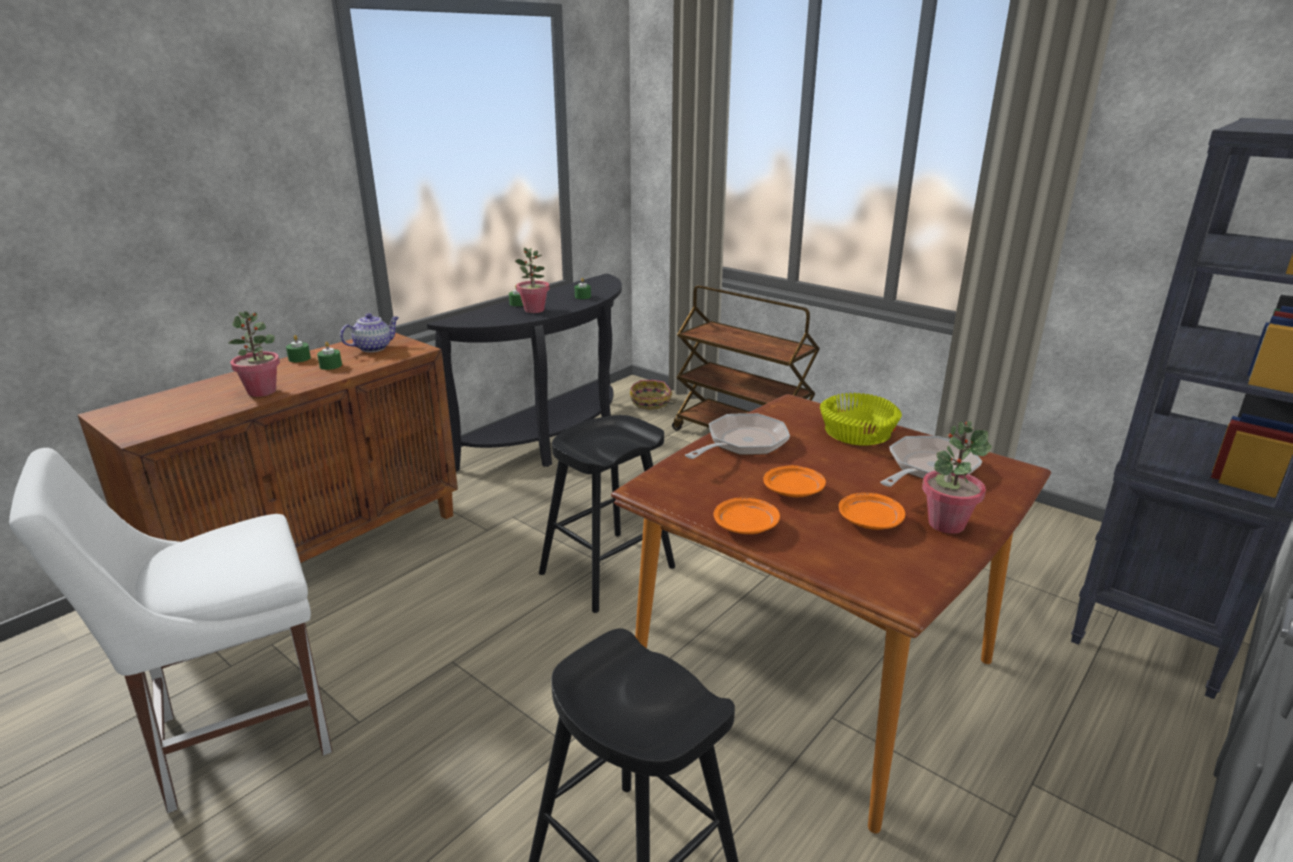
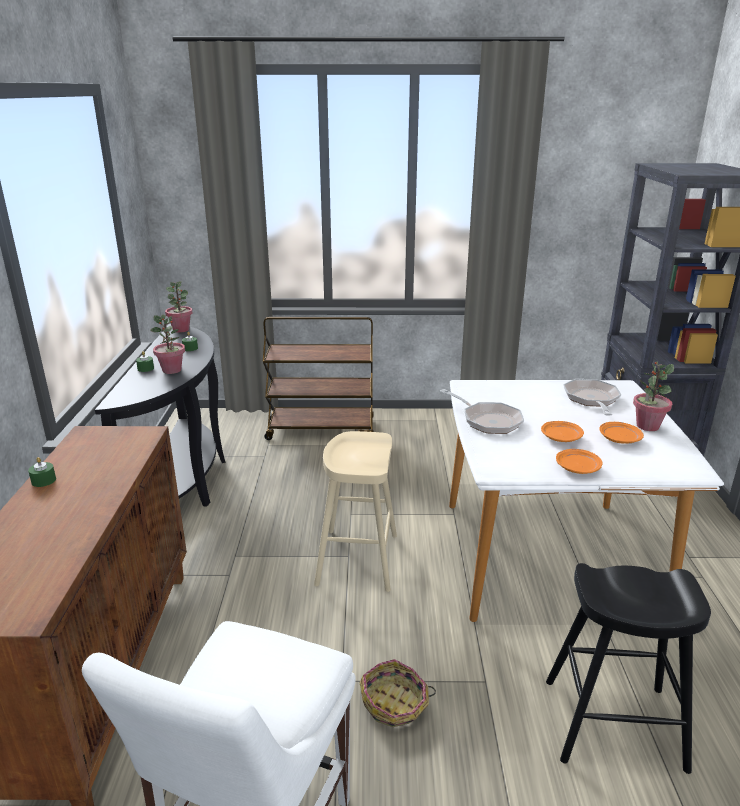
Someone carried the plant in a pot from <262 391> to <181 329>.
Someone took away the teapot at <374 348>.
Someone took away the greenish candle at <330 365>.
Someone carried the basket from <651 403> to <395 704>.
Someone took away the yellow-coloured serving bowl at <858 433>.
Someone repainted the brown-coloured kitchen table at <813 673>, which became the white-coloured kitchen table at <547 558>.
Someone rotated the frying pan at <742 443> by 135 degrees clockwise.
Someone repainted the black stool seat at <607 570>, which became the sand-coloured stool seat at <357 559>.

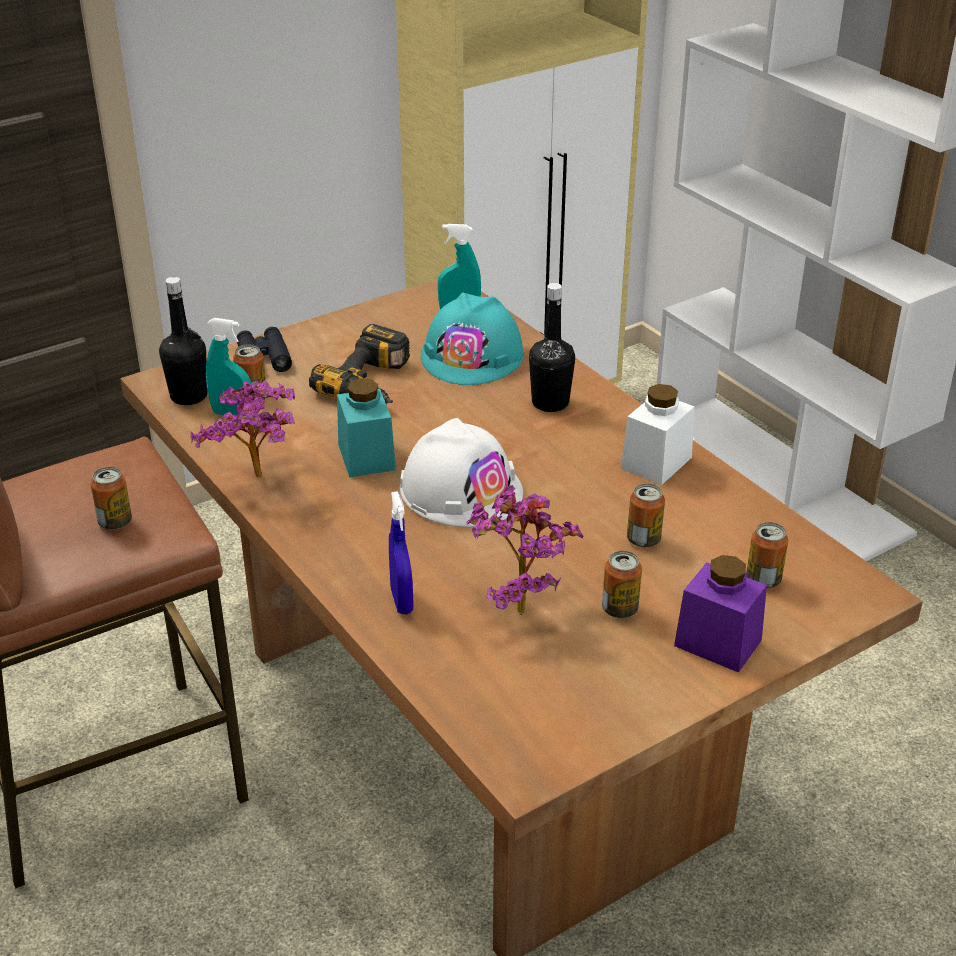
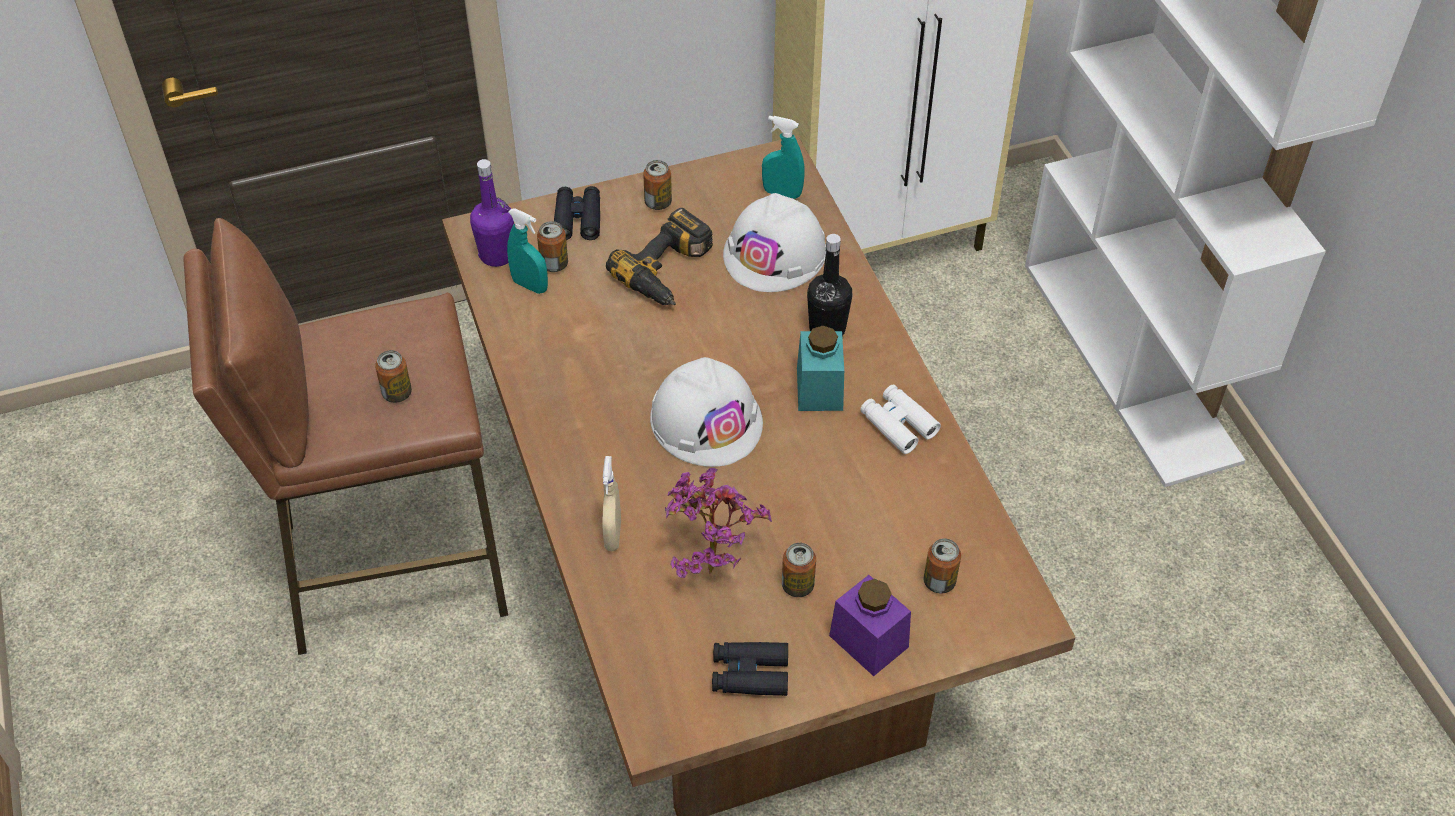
Someone repainted the black bottle at <189 396>, which became the purplish bottle at <497 255>.
Someone repainted the turquoise hard hat at <473 356>, which became the white-coloured hard hat at <775 253>.
Someone carried the turquoise preserve jar from <366 457> to <819 389>.
Someone took away the plant in a pot at <259 480>.
Someone swapped the white-coloured preserve jar at <656 463> for the white-coloured pair of binoculars at <898 424>.
Someone carried the metal can from <643 539> to <658 202>.
Someone repainted the blue-coloured sprayer at <401 601>, which became the sand-coloured sprayer at <613 535>.
Someone put down the black pair of binoculars at <750 674>.

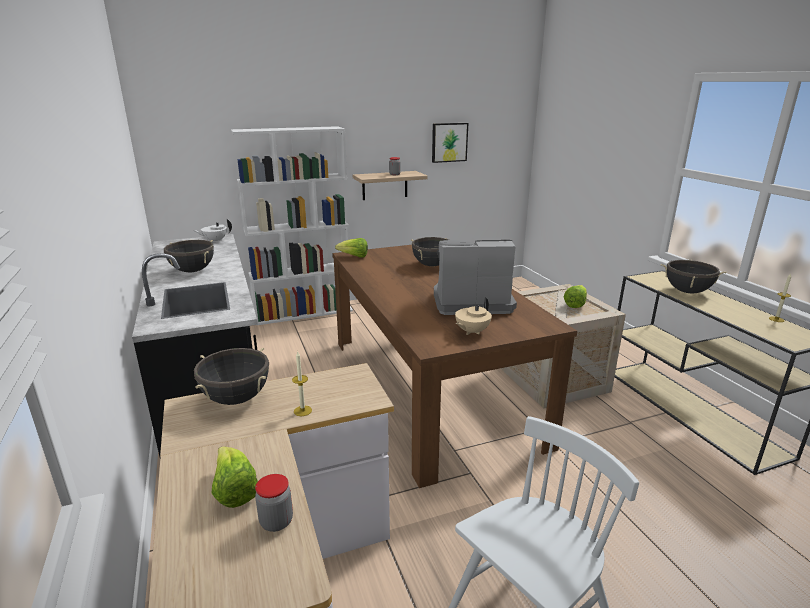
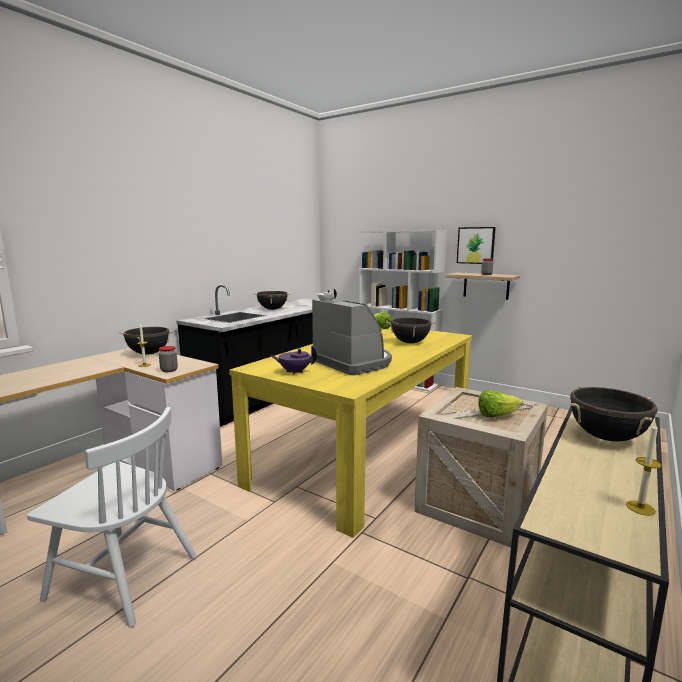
Someone carried the wall picture from <449 142> to <476 245>.
Someone repainted the brown-coloured kitchen table at <430 388>, which became the yellow-coloured kitchen table at <367 451>.
Someone repainted the sand-coloured teapot at <471 332>, which became the purplish teapot at <294 372>.
Someone took away the lettuce at <234 491>.
Someone carried the preserve jar from <276 522> to <169 370>.

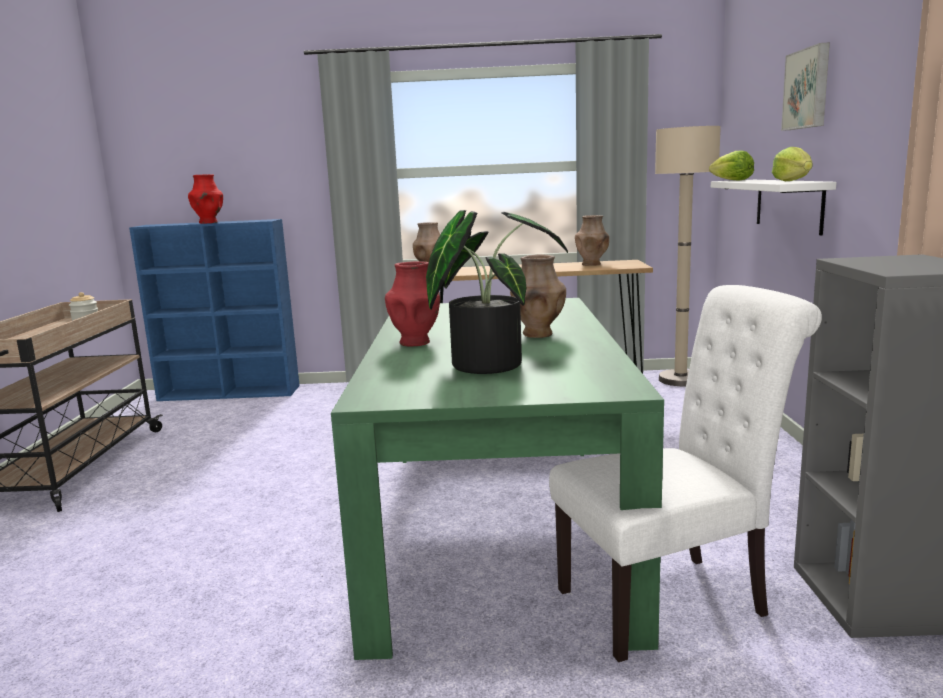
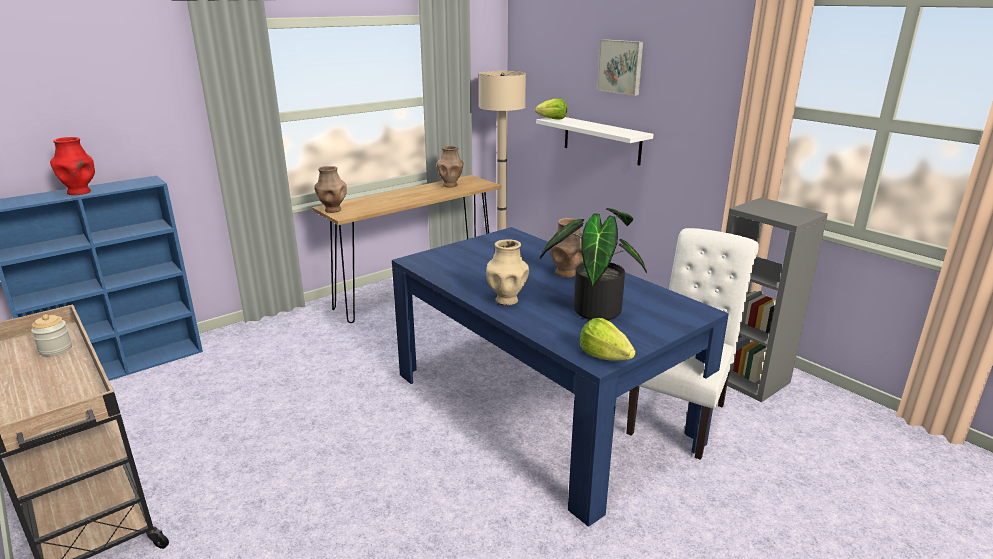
Someone carried the lettuce from <792 181> to <604 356>.
Someone repainted the reddish decorative vase at <415 342>, which became the sand-coloured decorative vase at <507 300>.
Someone repainted the greenish kitchen table at <496 524>, which became the blue-coloured kitchen table at <540 407>.

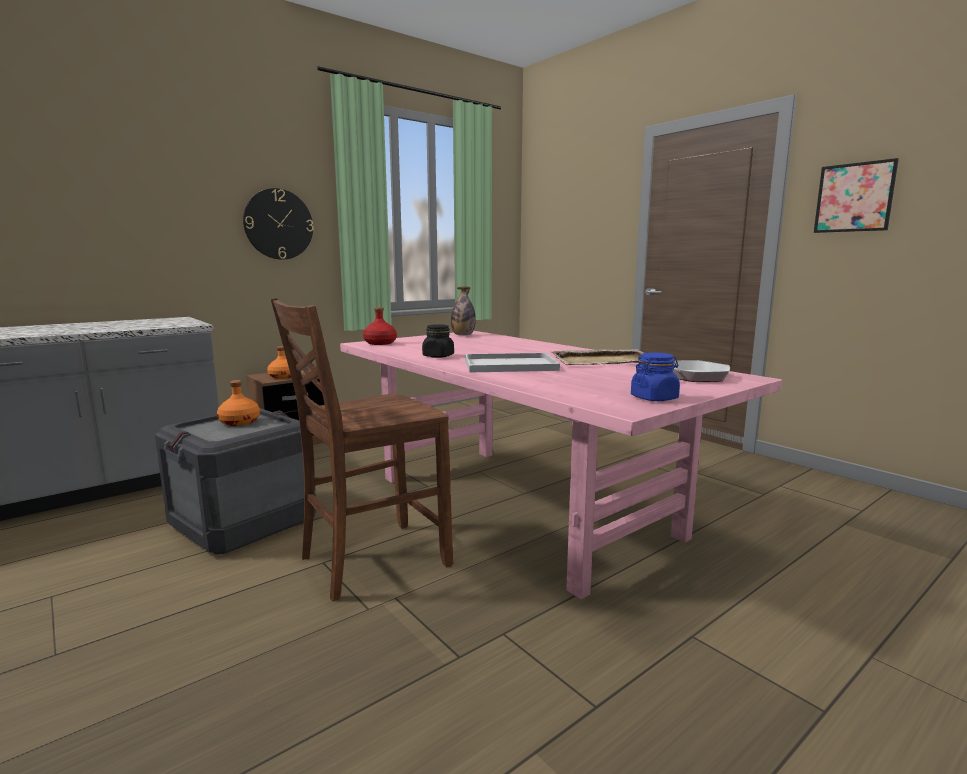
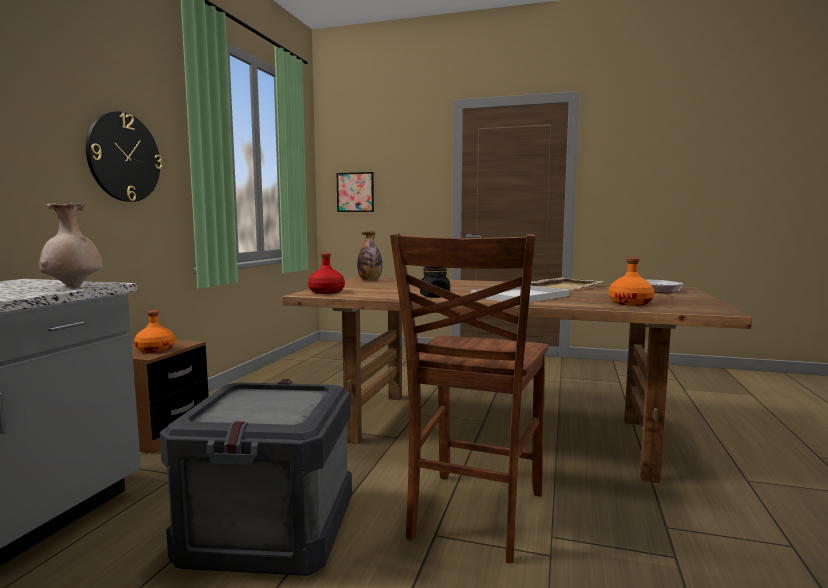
Someone carried the wall picture from <854 197> to <355 192>.
Someone repainted the pinkish kitchen table at <517 504>, which became the brown-coloured kitchen table at <496 431>.
Someone took away the blue-coloured preserve jar at <654 398>.
Someone carried the orange bottle from <240 422> to <630 303>.
Someone put down the sand-coloured decorative vase at <73 287>.

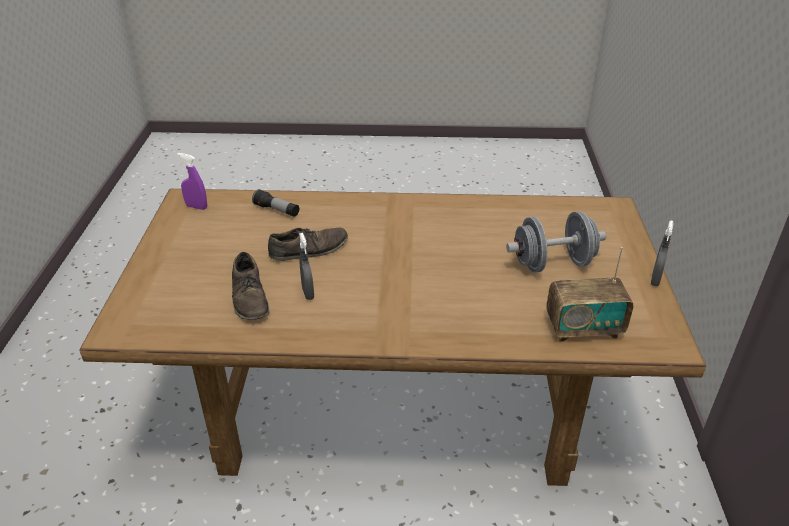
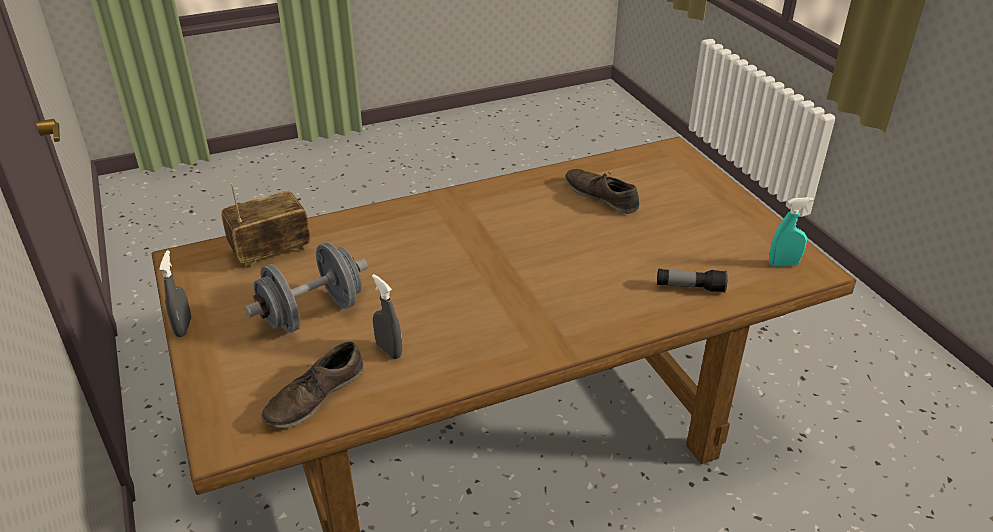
Someone repainted the purplish sprayer at <196 207>, which became the turquoise sprayer at <783 264>.
Someone carried the brown-coloured low shoe from <309 249> to <314 396>.
Someone carried the grey sprayer from <308 293> to <389 350>.

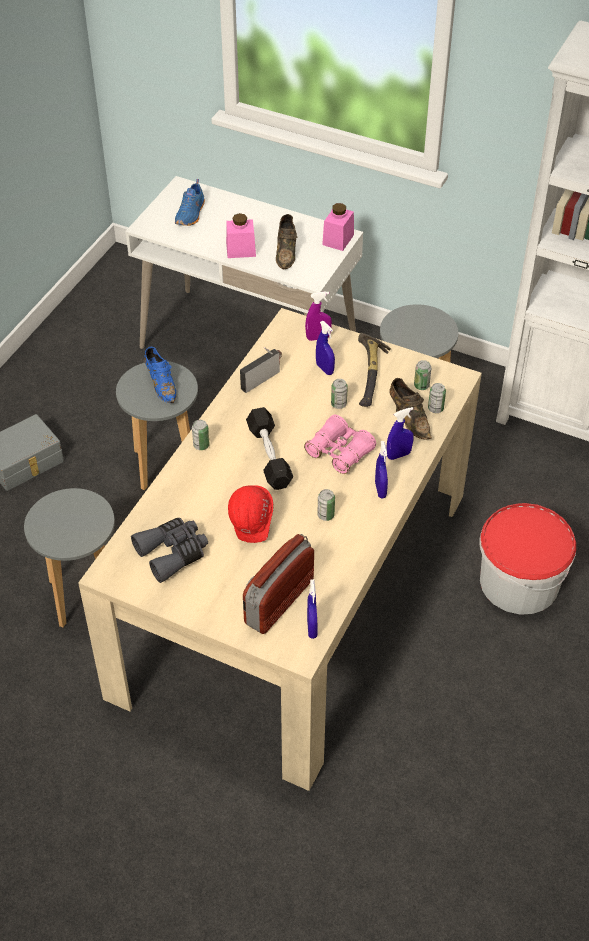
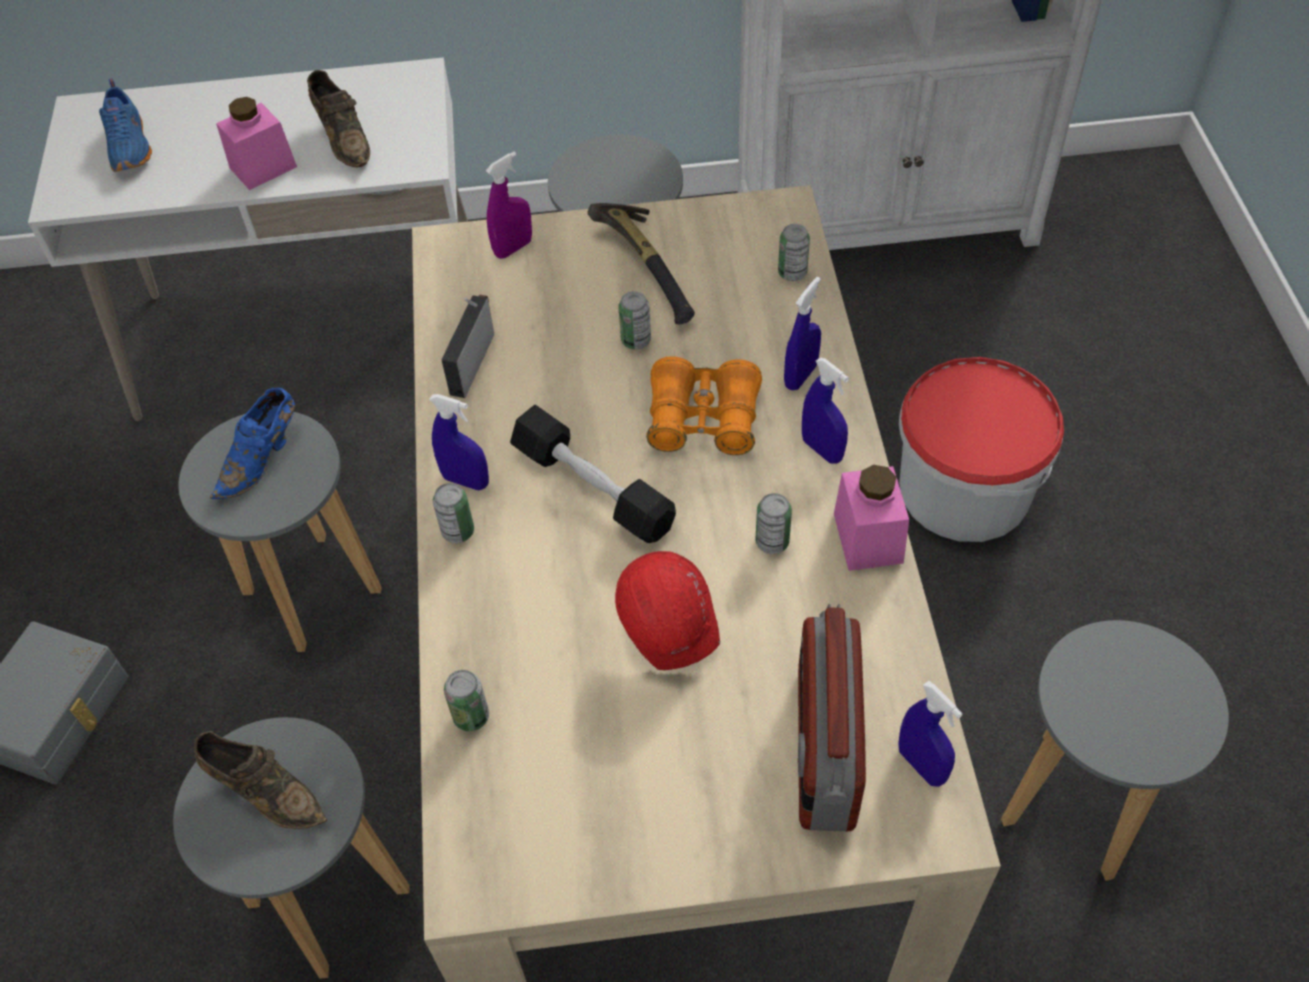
Someone carried the pinkish preserve jar from <338 239> to <868 538>.
Someone carried the blue-coloured sprayer from <324 369> to <466 481>.
Someone rotated the blue-coloured low shoe at <161 384> by 90 degrees clockwise.
Someone carried the metal can from <421 386> to <471 716>.
Someone carried the brown-coloured low shoe from <409 419> to <265 792>.
Someone repainted the pinkish pair of binoculars at <339 452>, which became the orange pair of binoculars at <703 420>.
Someone took away the grey pair of binoculars at <173 553>.
Someone put down the grey stool seat at <1077 806>.

